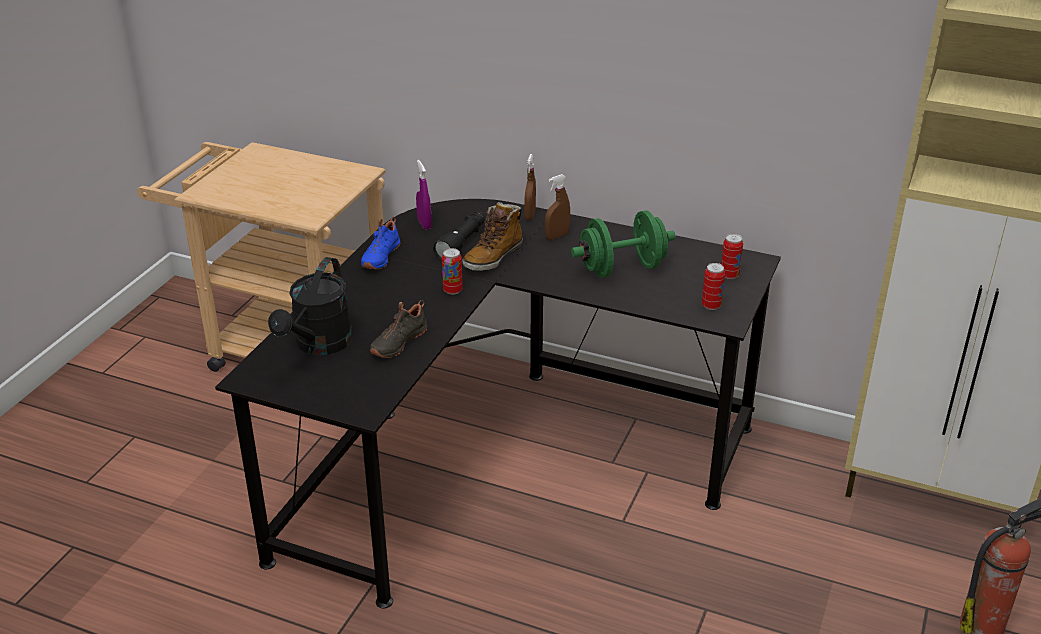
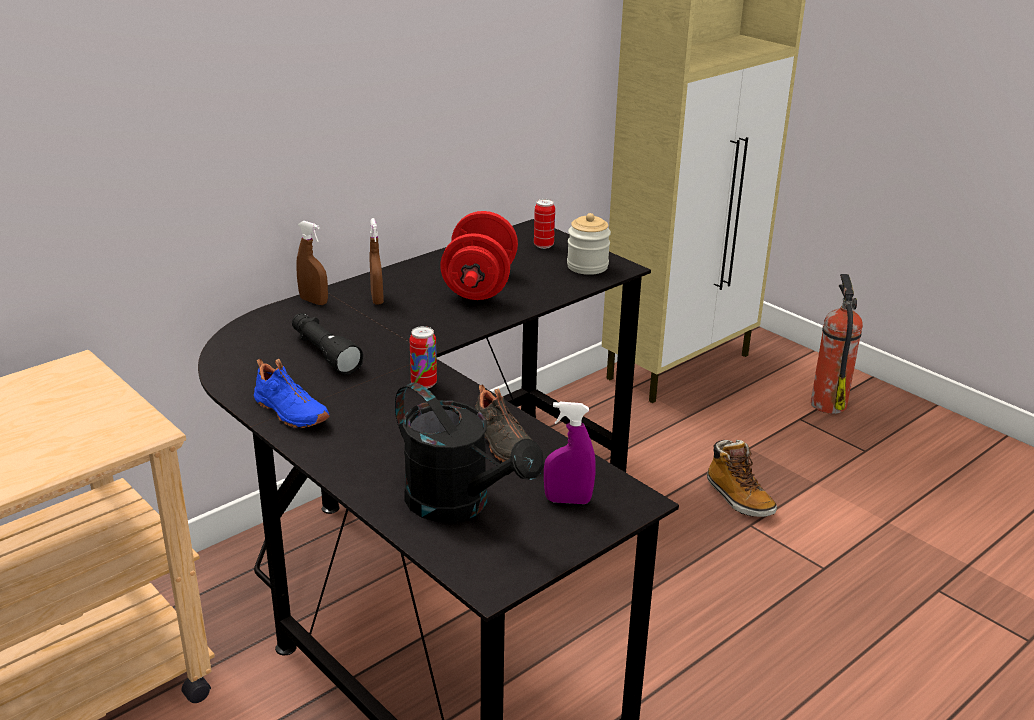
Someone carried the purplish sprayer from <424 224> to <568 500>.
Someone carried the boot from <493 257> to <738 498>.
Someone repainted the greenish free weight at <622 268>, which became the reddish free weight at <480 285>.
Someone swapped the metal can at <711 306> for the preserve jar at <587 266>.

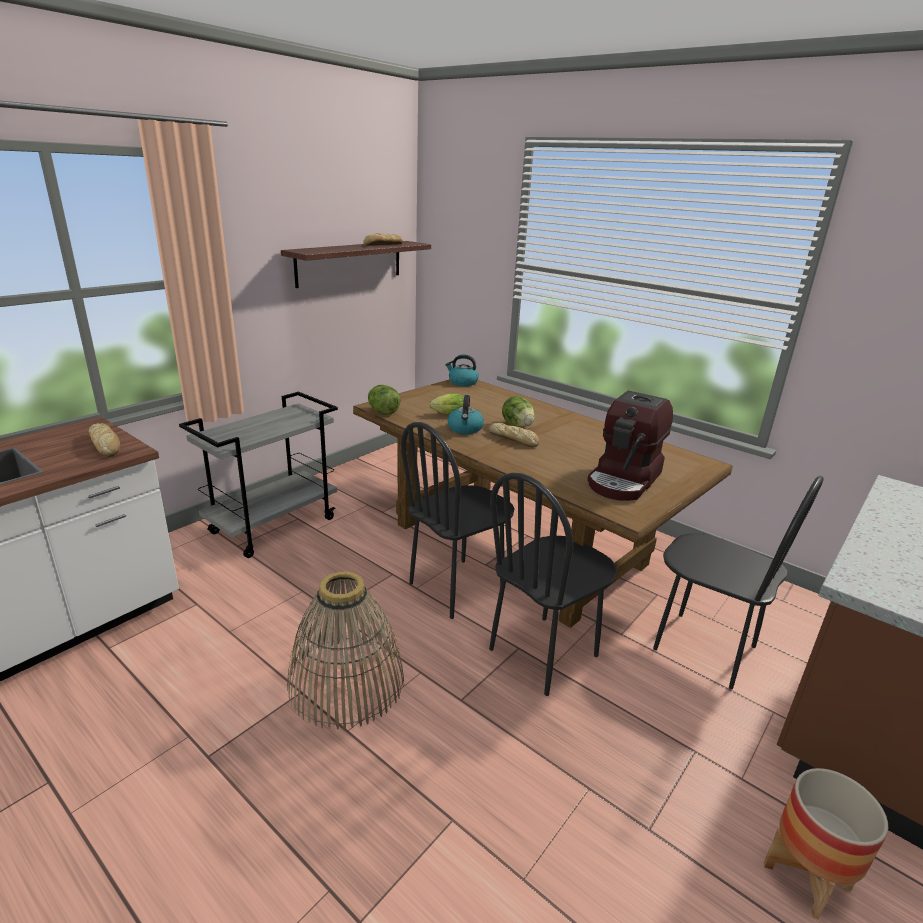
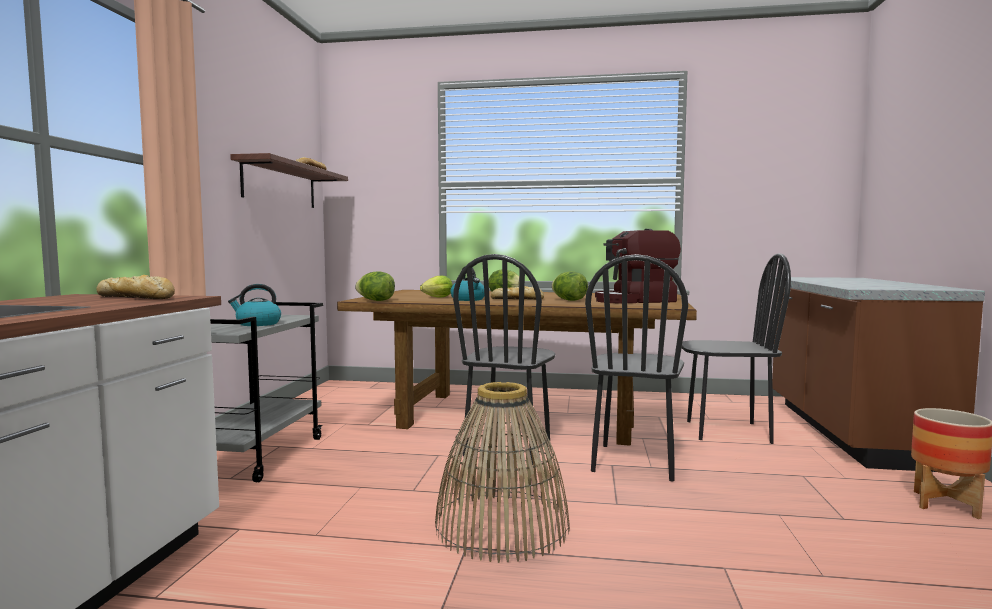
Someone carried the tea kettle from <462 382> to <257 324>.
Someone rotated the coffee brewer at <625 480> by 75 degrees clockwise.
Someone put down the lettuce at <569 300>.

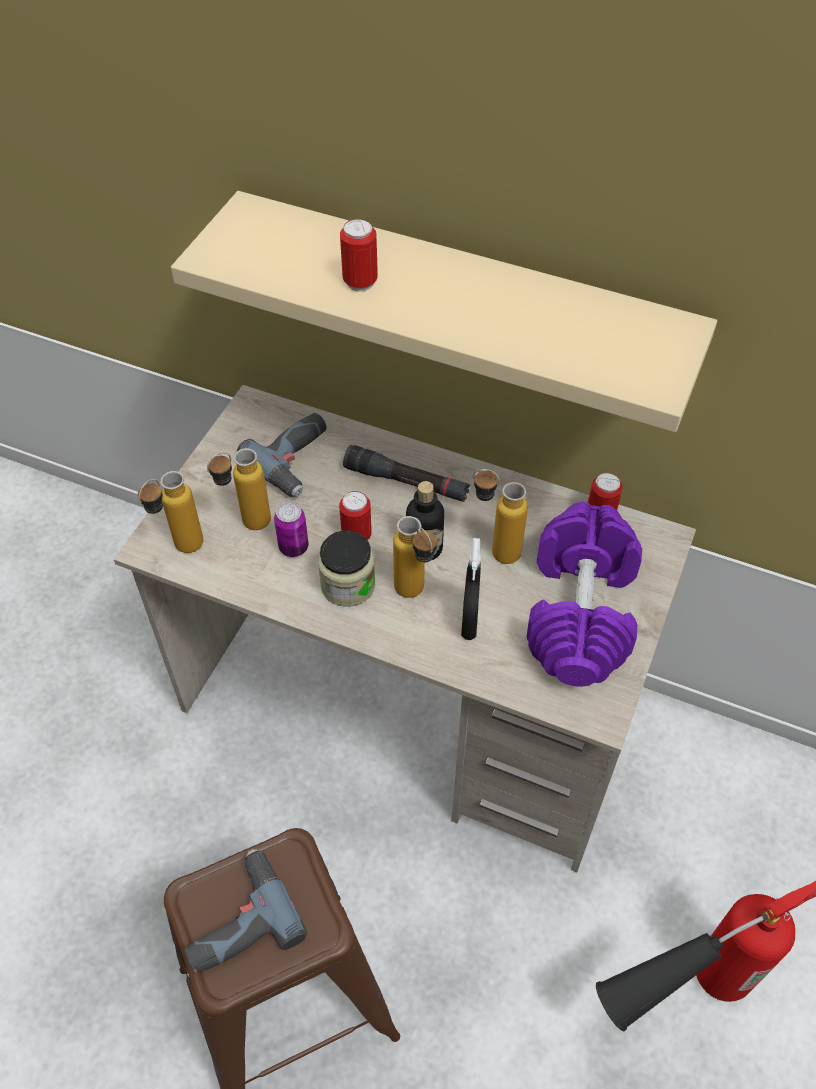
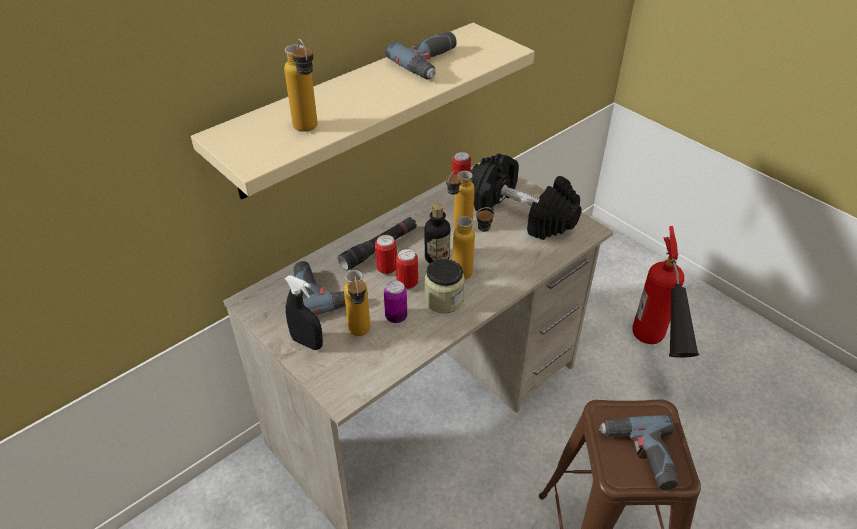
Someone carried the metal can from <360 282> to <387 269>.
Someone carried the bottle from <180 550> to <309 131>.
Someone repainted the purplish free weight at <580 613>, which became the black free weight at <521 214>.
Someone carried the black sprayer from <469 622> to <307 342>.
Someone put down the electric drill at <432 63>.

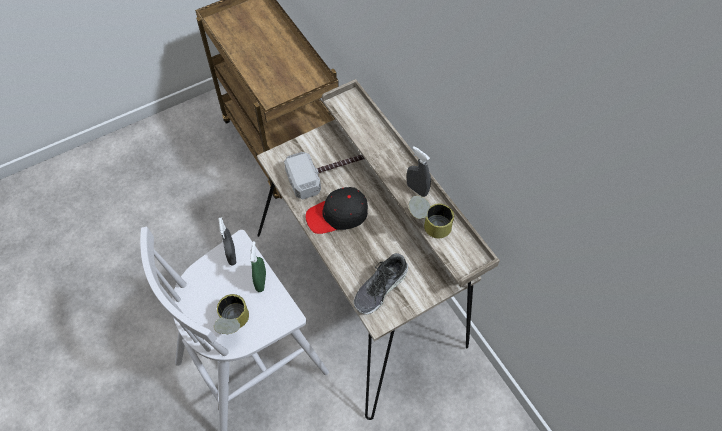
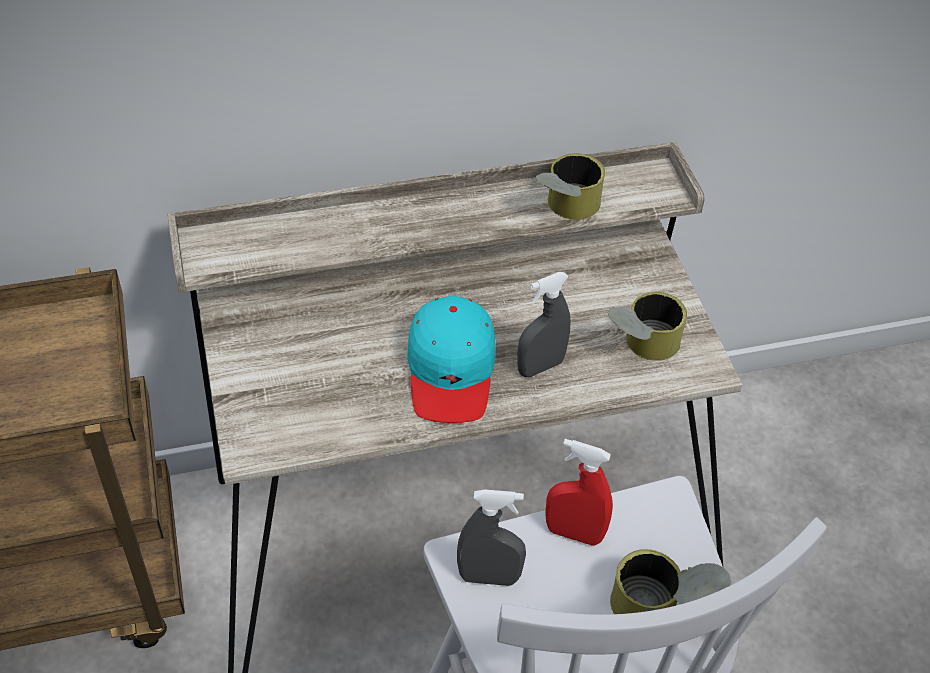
Someone carried the grey sprayer from <417 189> to <540 367>.
Someone took away the hammer at <331 173>.
Someone repainted the black peaked cap at <337 215>, which became the turquoise peaked cap at <451 371>.
Someone repainted the greenish sprayer at <261 281>, which became the reddish sprayer at <574 533>.
Someone swapped the low shoe at <380 288> for the metal can at <640 347>.

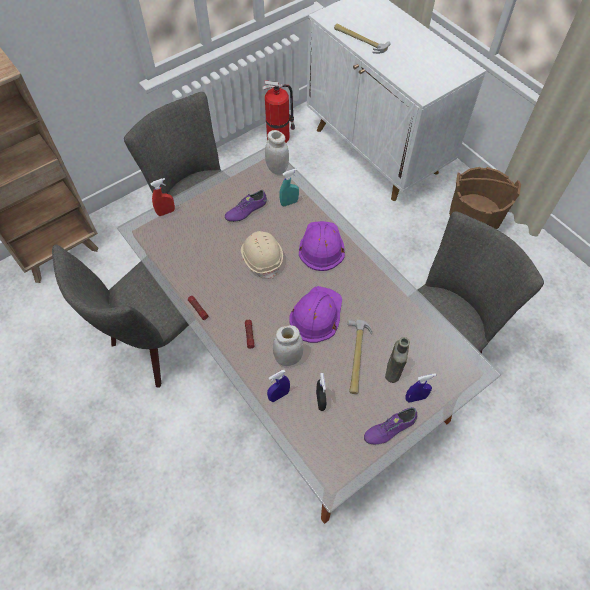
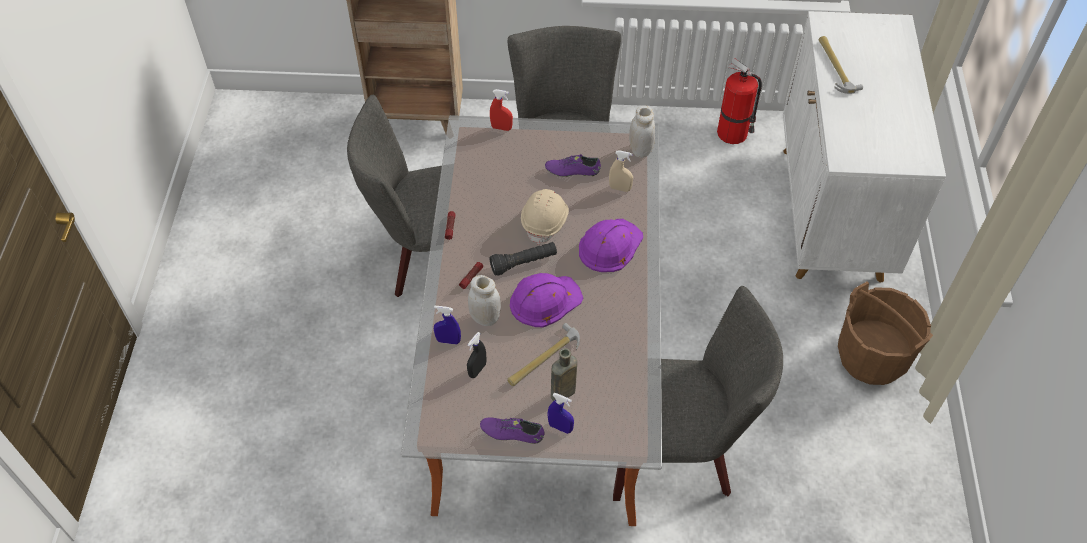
Someone repainted the turquoise sprayer at <289 202>, which became the sand-coloured sprayer at <620 188>.
Someone put down the black torch at <523 263>.

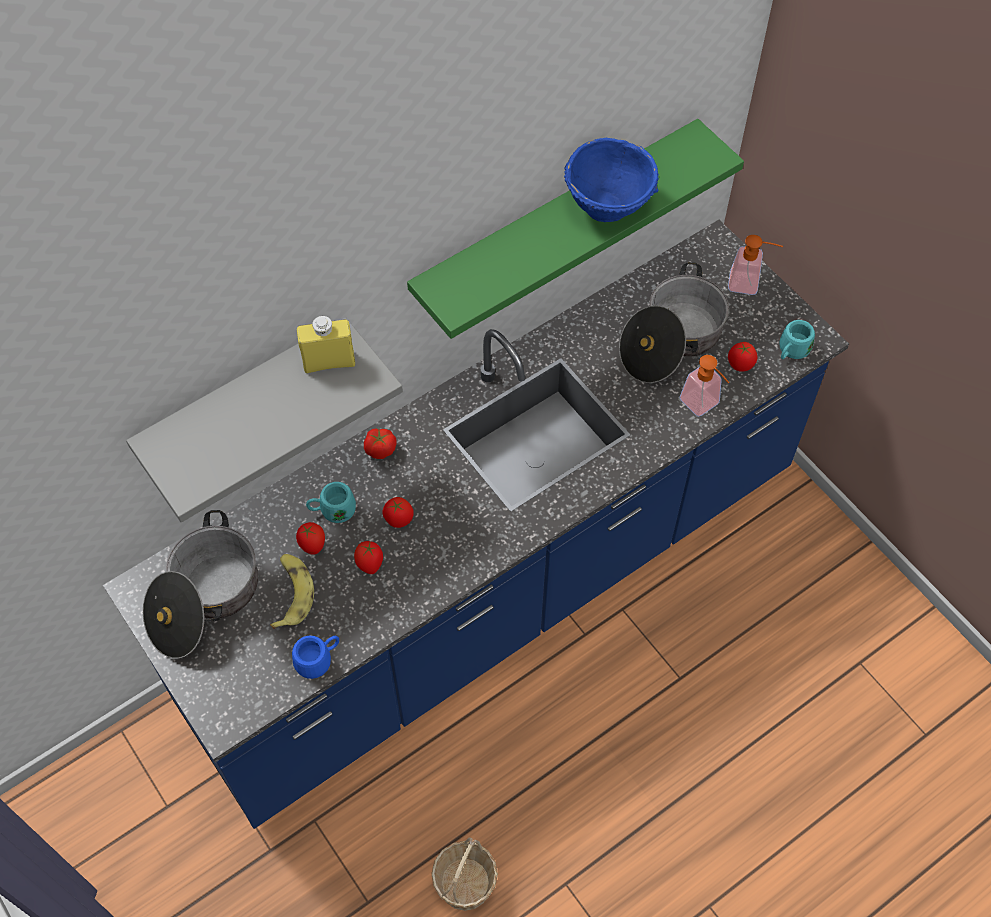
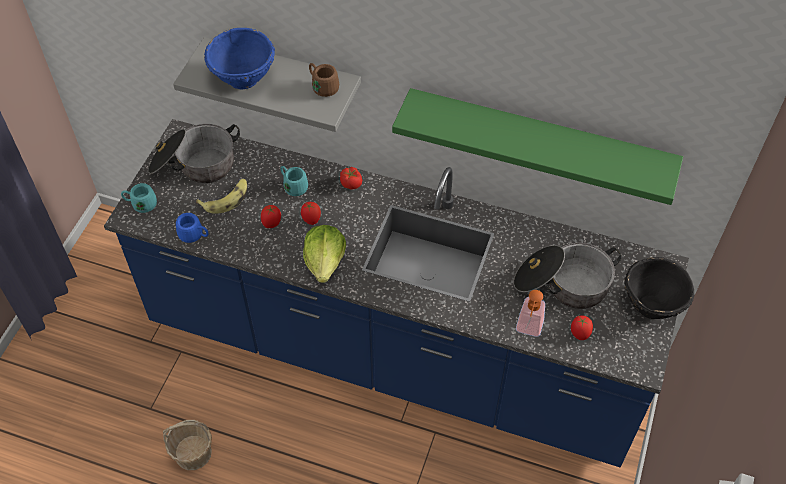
Someone carried the blue-coloured serving bowl from <609 206> to <244 79>.
Someone swapped the soap dispenser at <749 284> for the black serving bowl at <652 304>.
Someone swapped the yellow-coloured bottle at <329 362> for the brown-coloured tea mug at <322 86>.
Someone carried the turquoise tea mug from <791 351> to <140 204>.
Someone took away the fresh tomato at <312 545>.
Someone put down the lettuce at <325 262>.

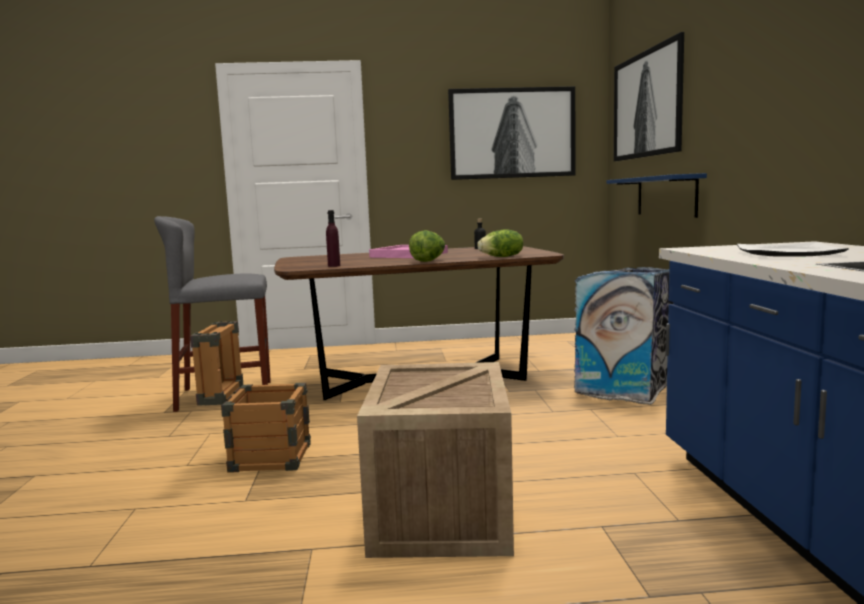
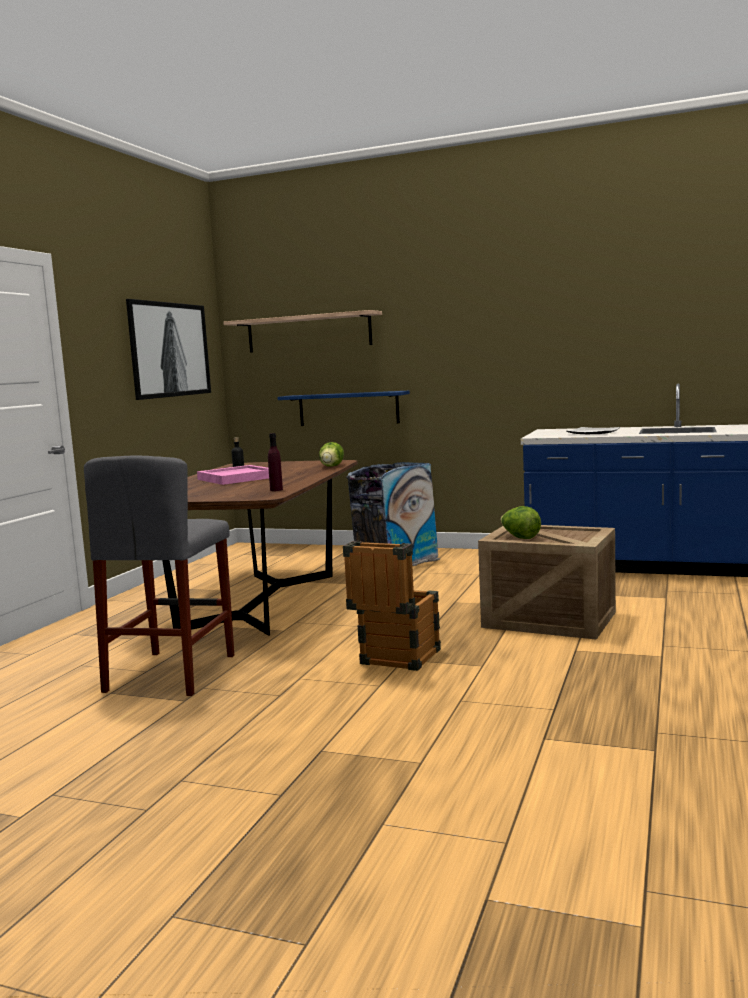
Someone swapped the wall picture at <648 104> for the wall shelf at <308 332>.
Someone carried the lettuce from <428 261> to <520 538>.

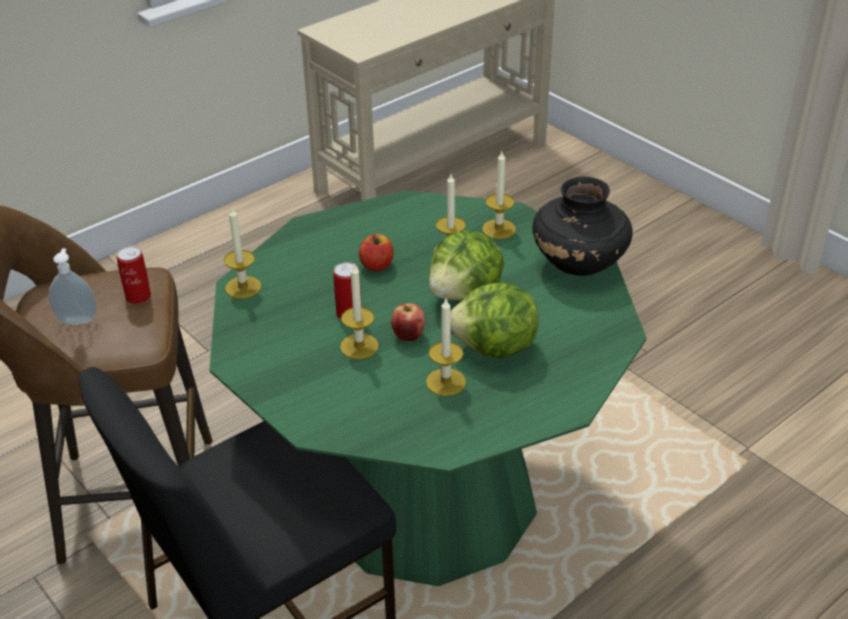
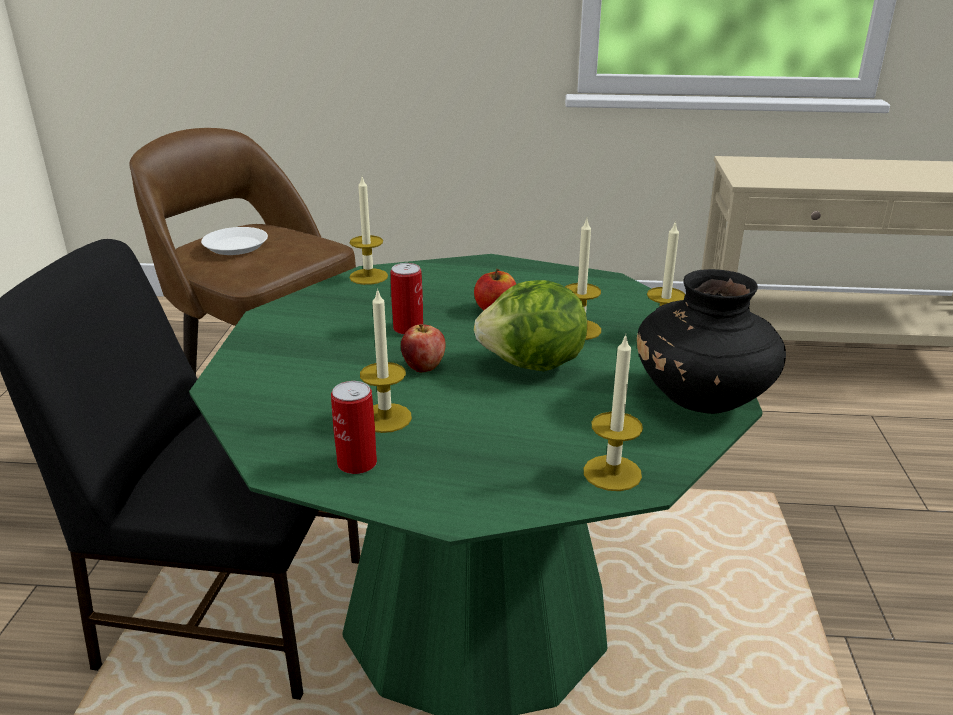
Someone carried the metal can from <138 297> to <357 463>.
Someone swapped the soap dispenser at <78 319> for the white-coloured flat dish at <235 246>.
Someone carried the candle from <359 346> to <612 473>.
Someone took away the lettuce at <495 348>.

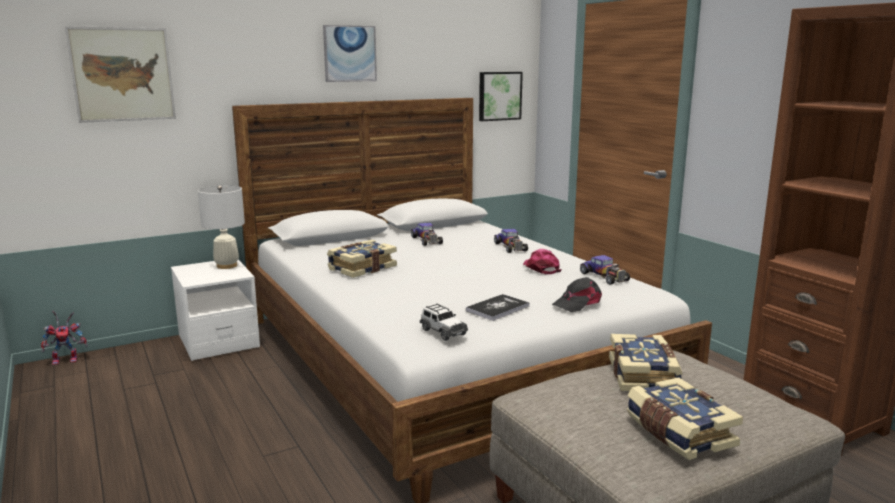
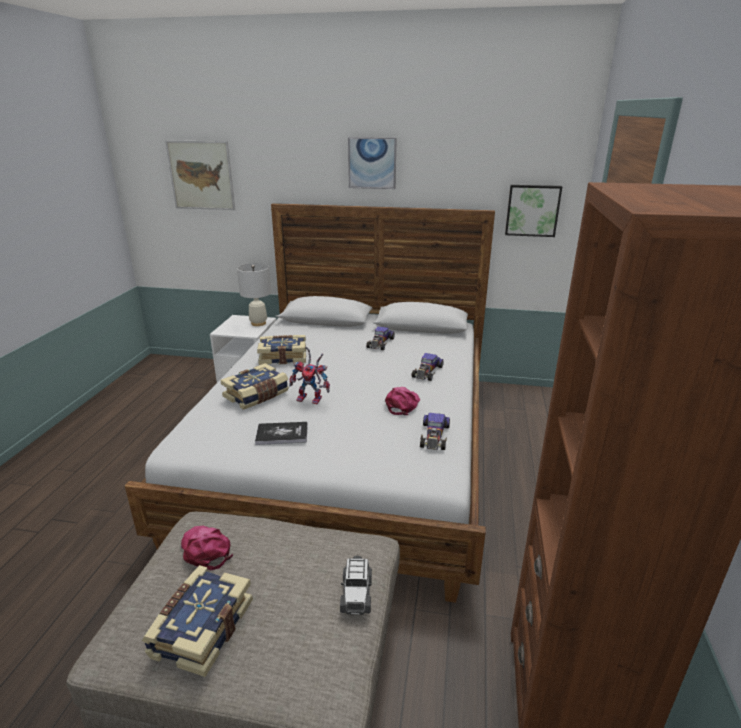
Someone took away the black peaked cap at <578 303>.
Someone carried the toy car from <442 332> to <356 594>.
Someone carried the toy robot from <67 360> to <312 398>.
Someone carried the volume from <644 376> to <257 395>.
Someone put down the pinkish peaked cap at <206 549>.

